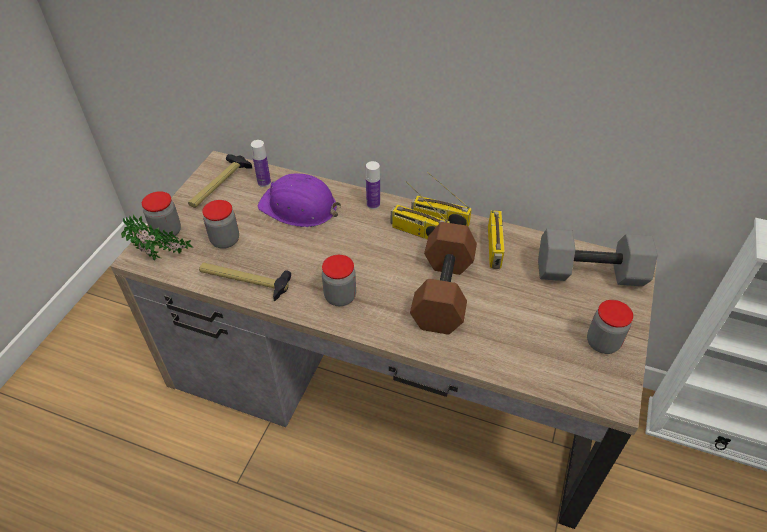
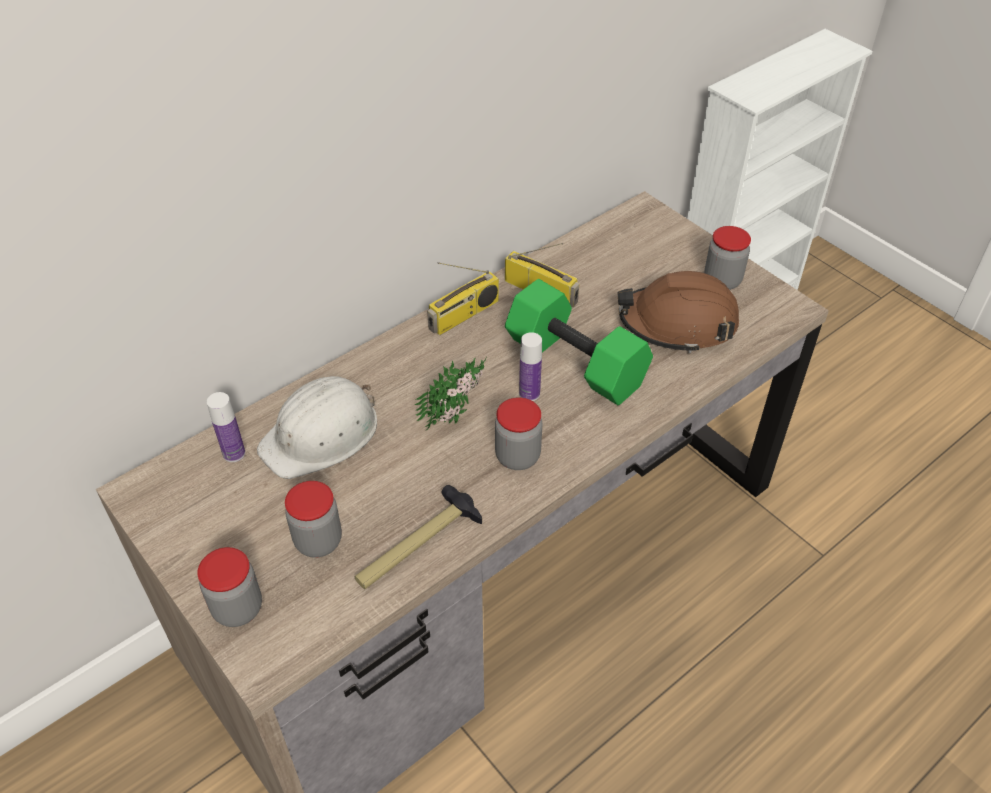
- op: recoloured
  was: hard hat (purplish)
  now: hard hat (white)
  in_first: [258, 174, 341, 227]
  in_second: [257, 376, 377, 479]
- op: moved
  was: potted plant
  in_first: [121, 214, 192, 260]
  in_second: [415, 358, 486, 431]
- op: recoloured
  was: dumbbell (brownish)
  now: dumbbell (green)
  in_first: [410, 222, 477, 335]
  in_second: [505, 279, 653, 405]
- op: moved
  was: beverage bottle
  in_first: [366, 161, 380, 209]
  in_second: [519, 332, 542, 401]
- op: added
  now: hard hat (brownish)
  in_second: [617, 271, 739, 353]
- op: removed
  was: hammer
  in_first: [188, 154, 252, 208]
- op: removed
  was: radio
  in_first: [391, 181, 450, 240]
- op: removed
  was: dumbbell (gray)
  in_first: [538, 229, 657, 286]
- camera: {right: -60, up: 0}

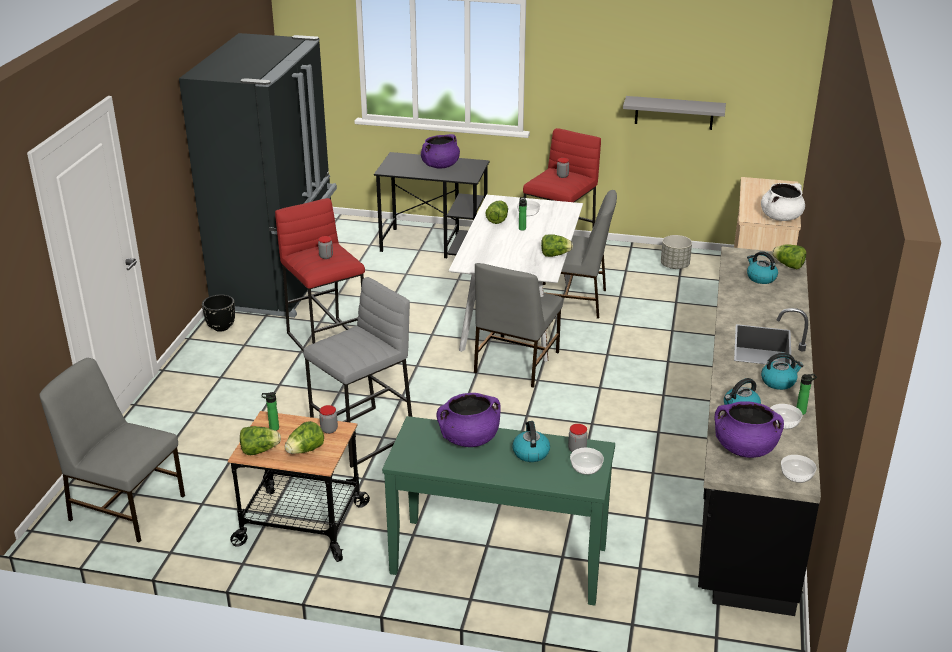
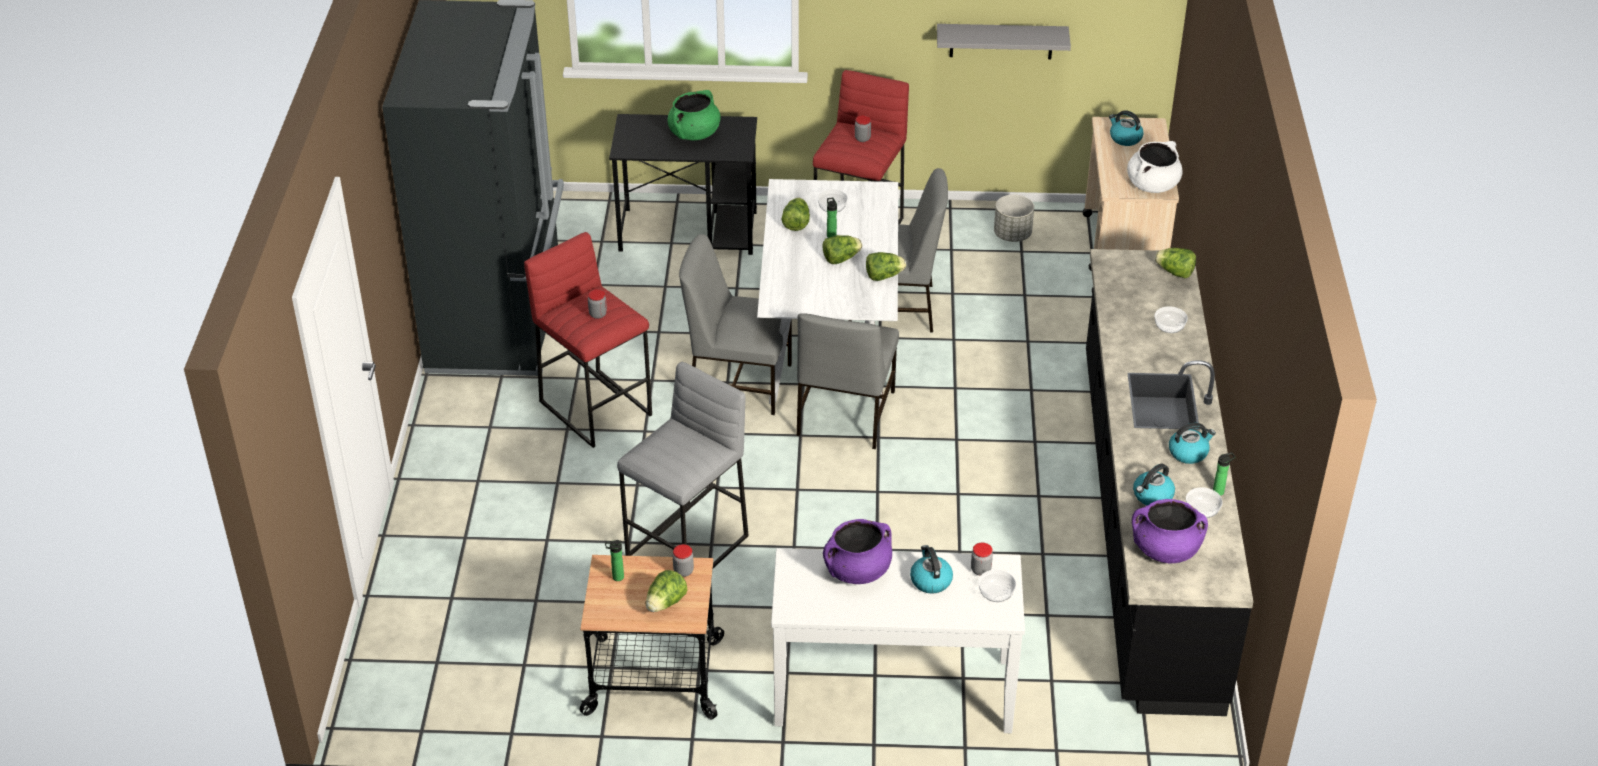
- op: recoloured
  was: saucepot (purplish)
  now: saucepot (green)
  in_first: [421, 134, 460, 168]
  in_second: [667, 90, 721, 140]
- op: moved
  was: chair (gray)
  in_first: [40, 358, 185, 543]
  in_second: [679, 234, 792, 415]
- op: recoloured
  was: console table (green)
  now: console table (white)
  in_first: [382, 416, 615, 606]
  in_second: [771, 548, 1025, 733]
- op: moved
  was: lettuce head
  in_first: [240, 426, 281, 455]
  in_second: [822, 235, 862, 264]
- op: moved
  was: water kettle
  in_first: [747, 251, 778, 284]
  in_second: [1109, 110, 1144, 146]
- op: moved
  was: serving bowl
  in_first: [781, 455, 817, 483]
  in_second: [1154, 306, 1188, 333]
- op: removed
  was: plant pot (black-coloured)
  in_first: [202, 294, 235, 332]
- camera: {right: -10, up: 10}

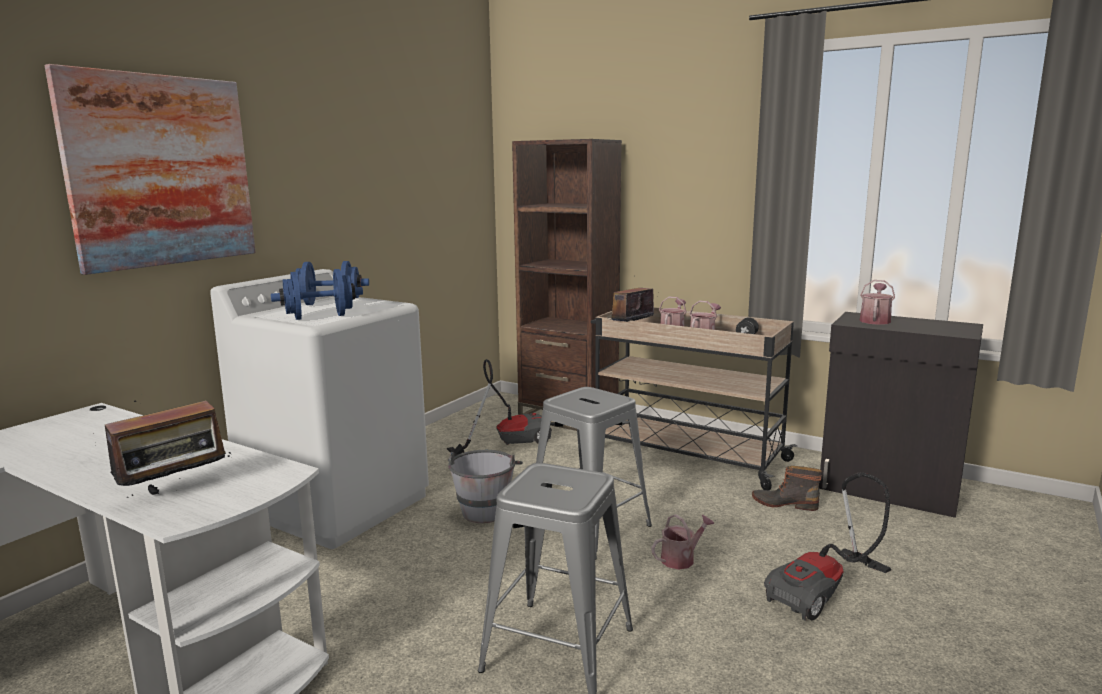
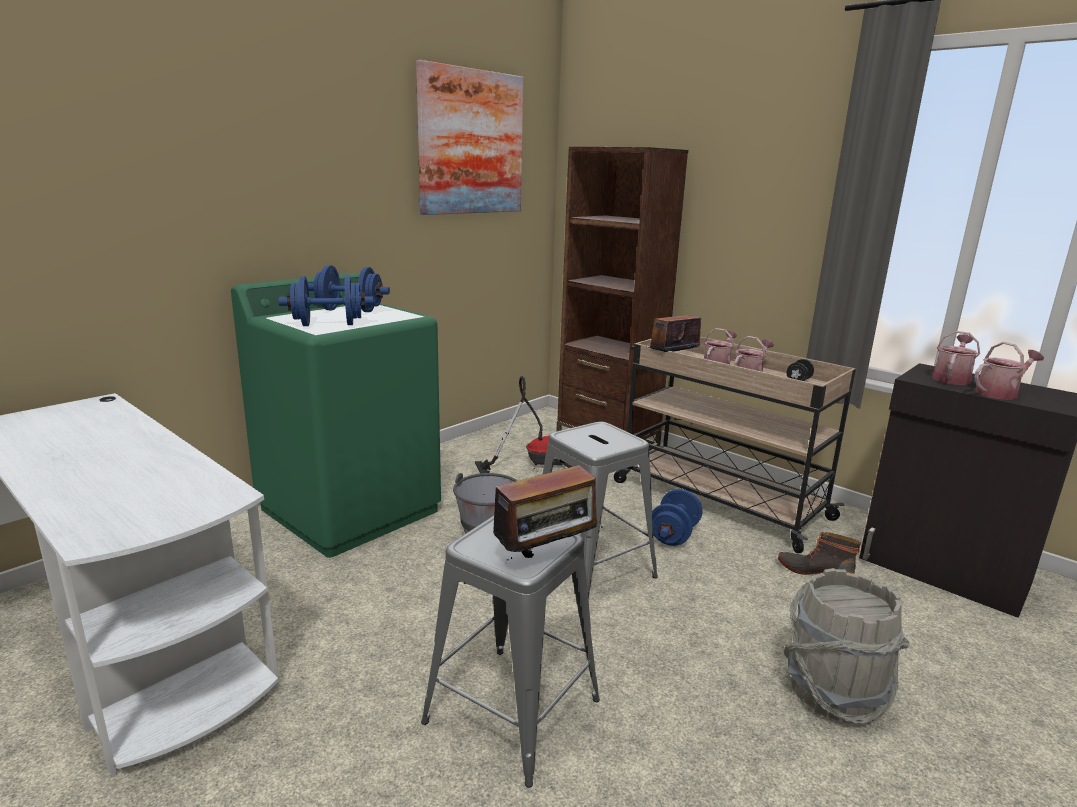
- op: recoloured
  was: laundry machine (white)
  now: laundry machine (green)
  in_first: [210, 269, 429, 549]
  in_second: [231, 273, 441, 558]
- op: moved
  was: picture
  in_first: [44, 64, 256, 275]
  in_second: [416, 60, 523, 215]
- op: moved
  was: radio
  in_first: [93, 394, 231, 501]
  in_second: [493, 458, 603, 560]
- op: added
  now: dumbbell (blue)
  in_second: [652, 489, 702, 546]
- op: replaced
  was: vacuum cleaner
  now: water bucket (gray)
  in_first: [764, 472, 891, 621]
  in_second: [784, 568, 909, 723]
- op: moved
  was: watering pot
  in_first: [651, 514, 715, 570]
  in_second: [974, 342, 1044, 400]
- camera: {right: 10, up: 5}

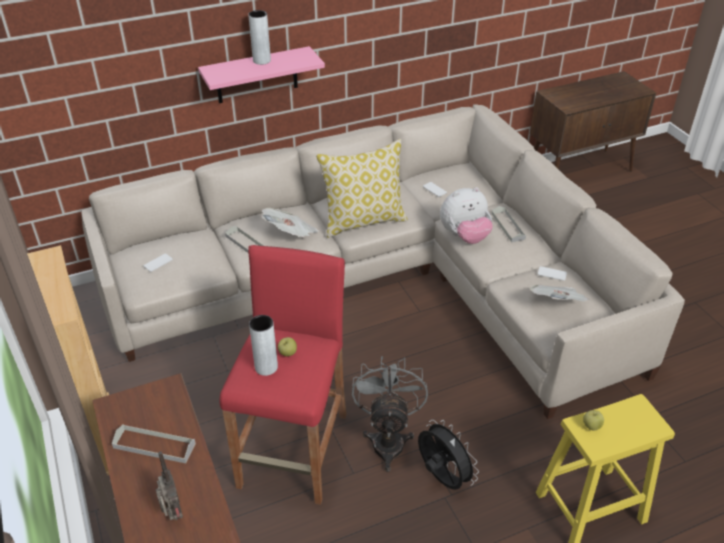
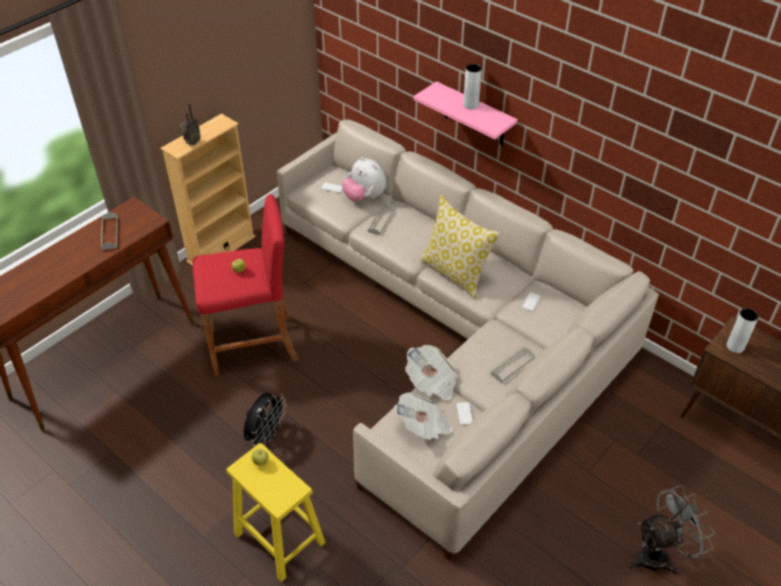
- op: moved
  was: radio
  in_first: [156, 451, 183, 520]
  in_second: [180, 103, 201, 145]
- op: moved
  was: cuddly toy
  in_first: [440, 187, 493, 244]
  in_second: [342, 157, 386, 202]
- op: moved
  was: printed paper
  in_first: [261, 208, 319, 238]
  in_second: [405, 345, 458, 401]
- op: moved
  was: electric fan (gray)
  in_first: [352, 356, 428, 472]
  in_second: [629, 485, 715, 574]
- op: moved
  was: vase (gray)
  in_first: [249, 315, 278, 376]
  in_second: [727, 308, 759, 353]
- camera: {right: 65, up: 5}

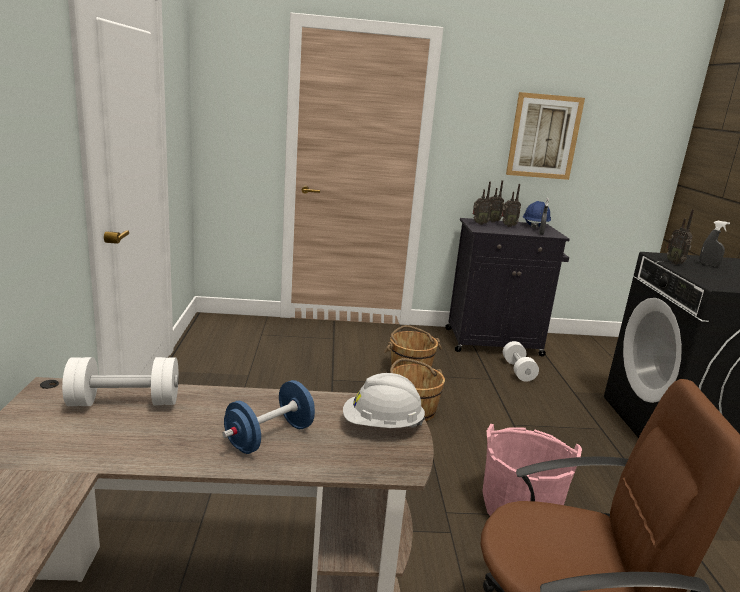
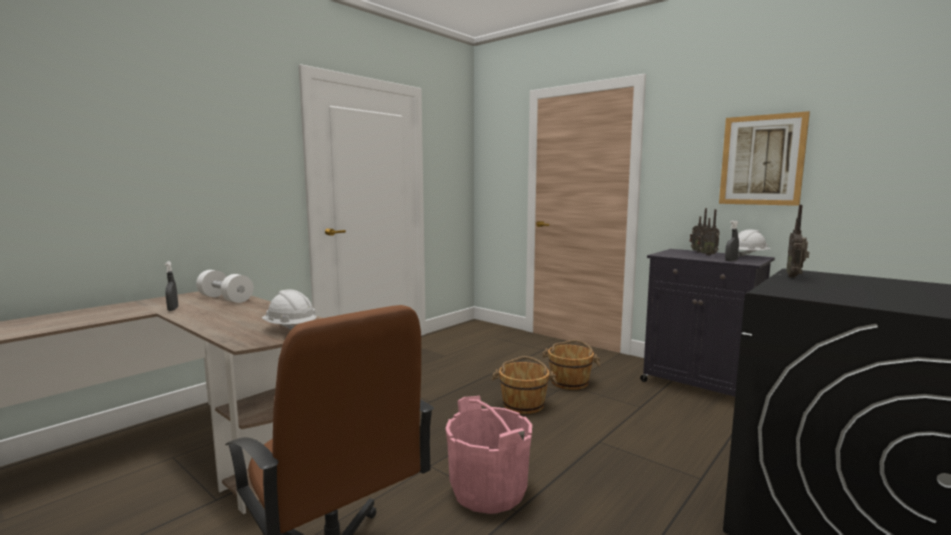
- op: moved
  was: spray bottle (gray)
  in_first: [699, 221, 730, 267]
  in_second: [165, 261, 178, 311]
- op: recoloured
  was: hard hat (blue)
  now: hard hat (white)
  in_first: [523, 201, 551, 228]
  in_second: [738, 229, 770, 257]
- op: removed
  was: dumbbell (blue)
  in_first: [222, 380, 315, 454]
- op: removed
  was: radio
  in_first: [473, 181, 492, 225]
- op: removed
  was: dumbbell (white)
  in_first: [503, 341, 539, 382]
- camera: {right: 45, up: -10}

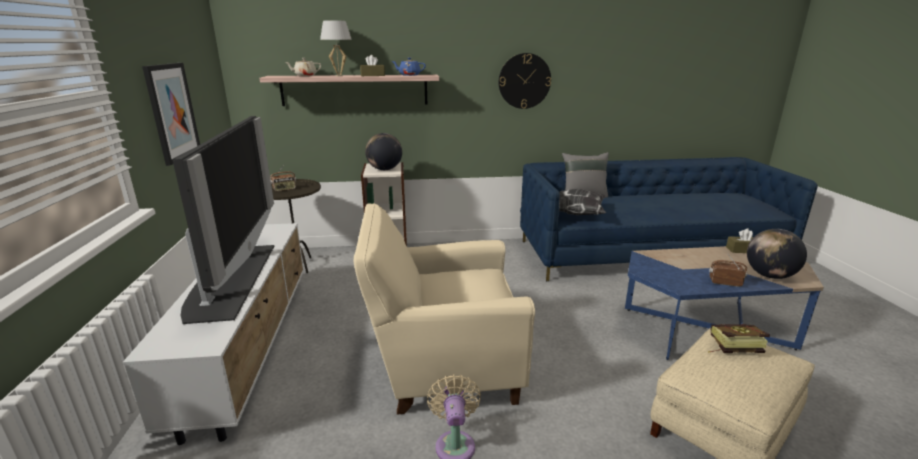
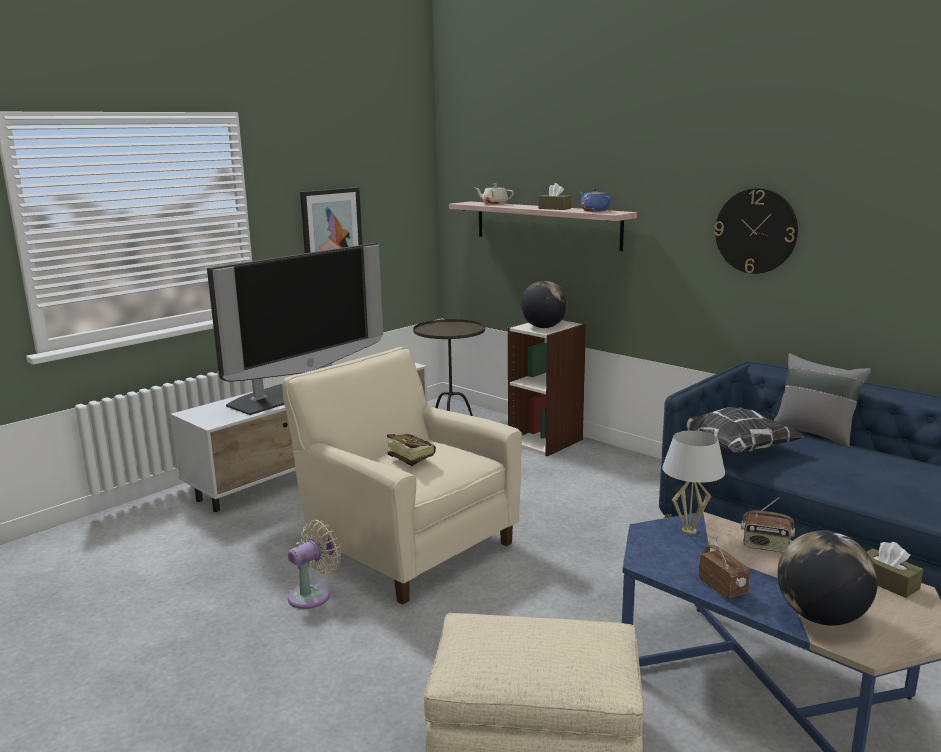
- op: moved
  was: volume
  in_first: [708, 324, 770, 353]
  in_second: [387, 434, 436, 466]
- op: moved
  was: tabletop lamp (white)
  in_first: [320, 20, 352, 76]
  in_second: [662, 430, 725, 535]
- op: moved
  was: radio
  in_first: [270, 165, 296, 191]
  in_second: [741, 498, 795, 552]
- camera: {right: 50, up: -5}

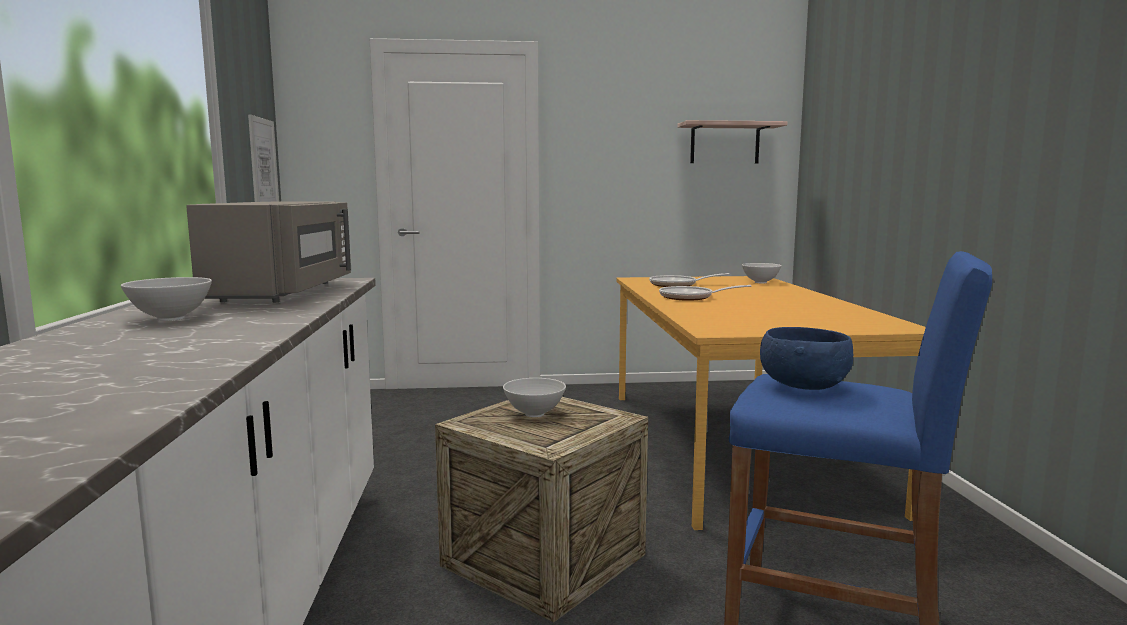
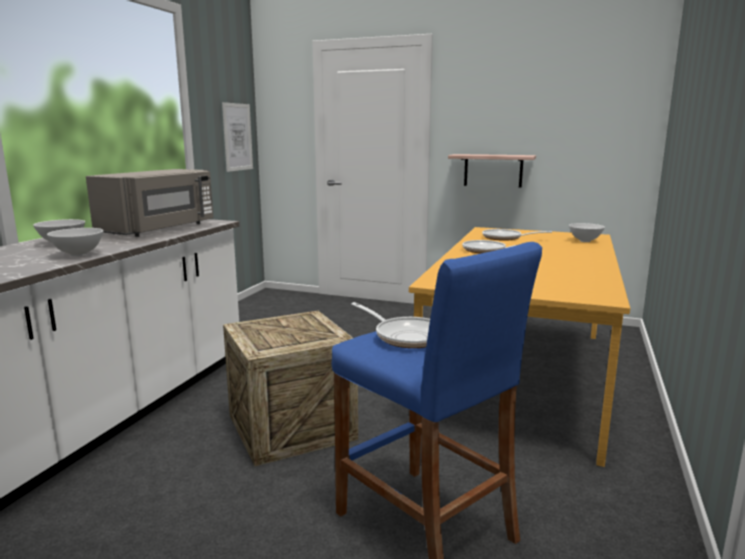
- op: moved
  was: serving bowl (white)
  in_first: [503, 378, 566, 417]
  in_second: [47, 228, 103, 257]
- op: replaced
  was: serving bowl (blue)
  now: frying pan
  in_first: [760, 327, 853, 390]
  in_second: [351, 302, 430, 348]
- op: moved
  was: shelf
  in_first: [677, 120, 788, 163]
  in_second: [448, 154, 536, 188]
- camera: {right: 25, up: 5}

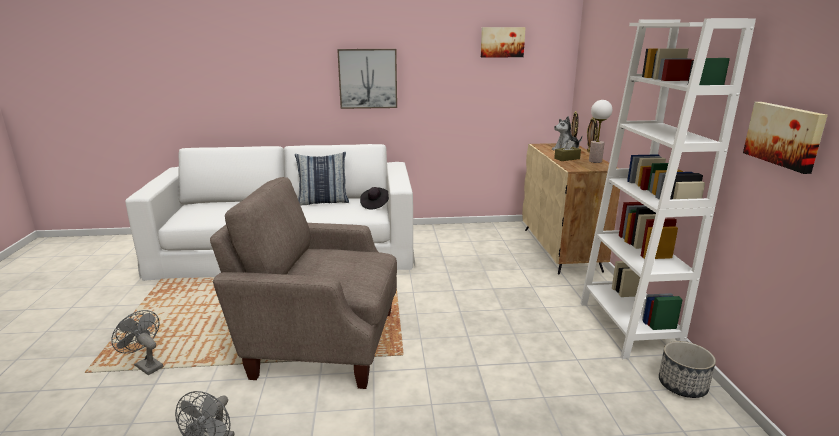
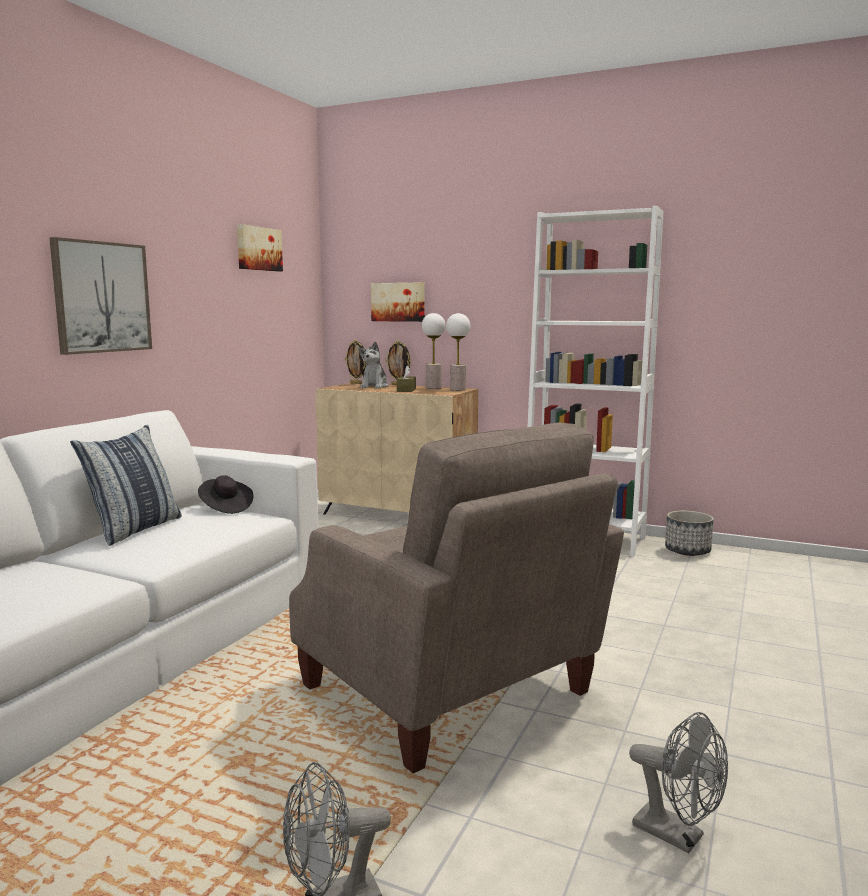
- op: turned
  was: easy chair (beige)
  in_first: [210, 177, 397, 389]
  in_second: [289, 423, 624, 773]
  clockwise: -75
- op: moved
  was: picture
  in_first: [743, 102, 828, 174]
  in_second: [371, 282, 425, 322]
- op: added
  now: tabletop lamp
  in_second: [446, 313, 470, 391]
- camera: {right: -60, up: -10}

